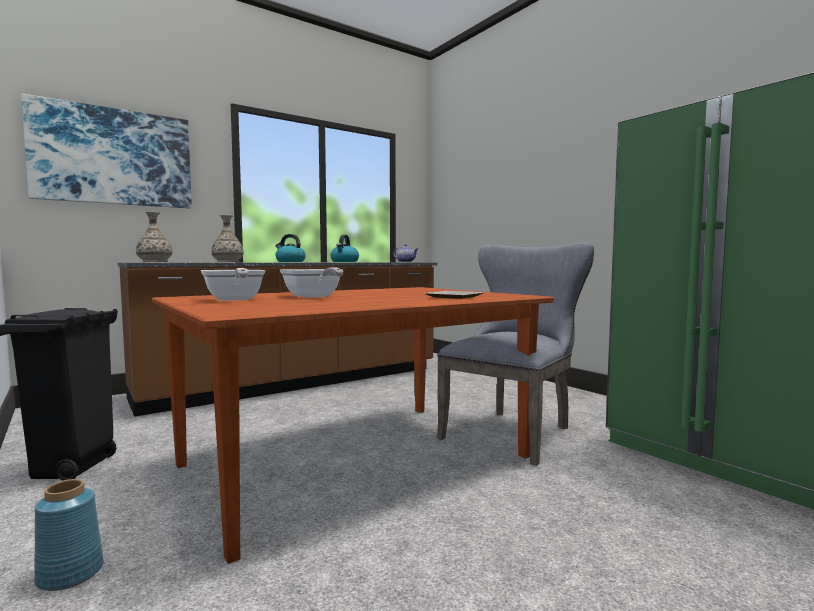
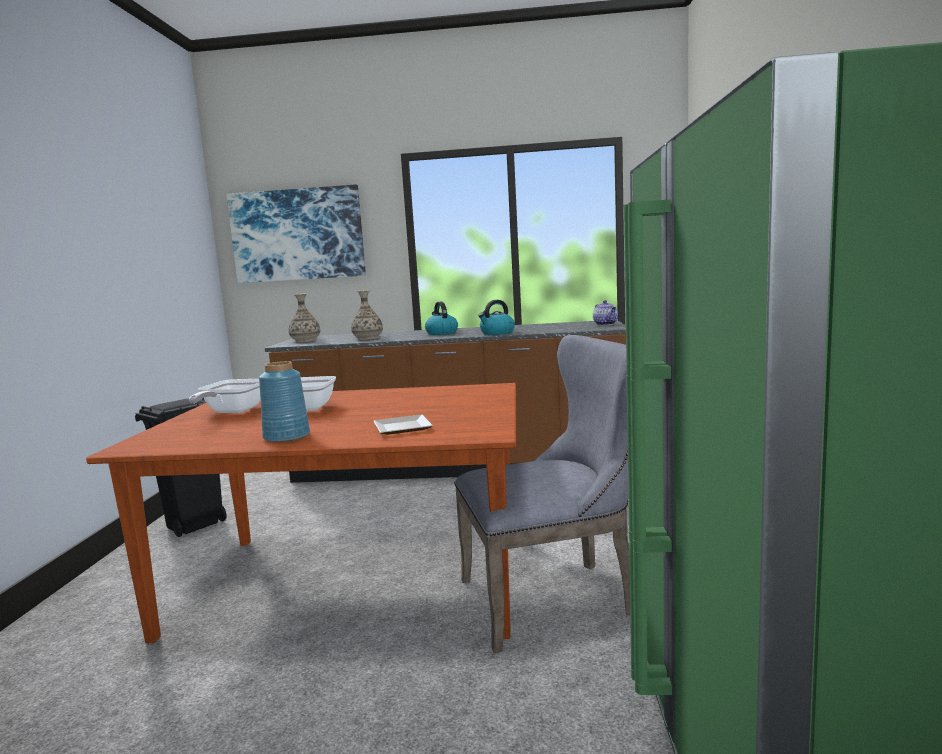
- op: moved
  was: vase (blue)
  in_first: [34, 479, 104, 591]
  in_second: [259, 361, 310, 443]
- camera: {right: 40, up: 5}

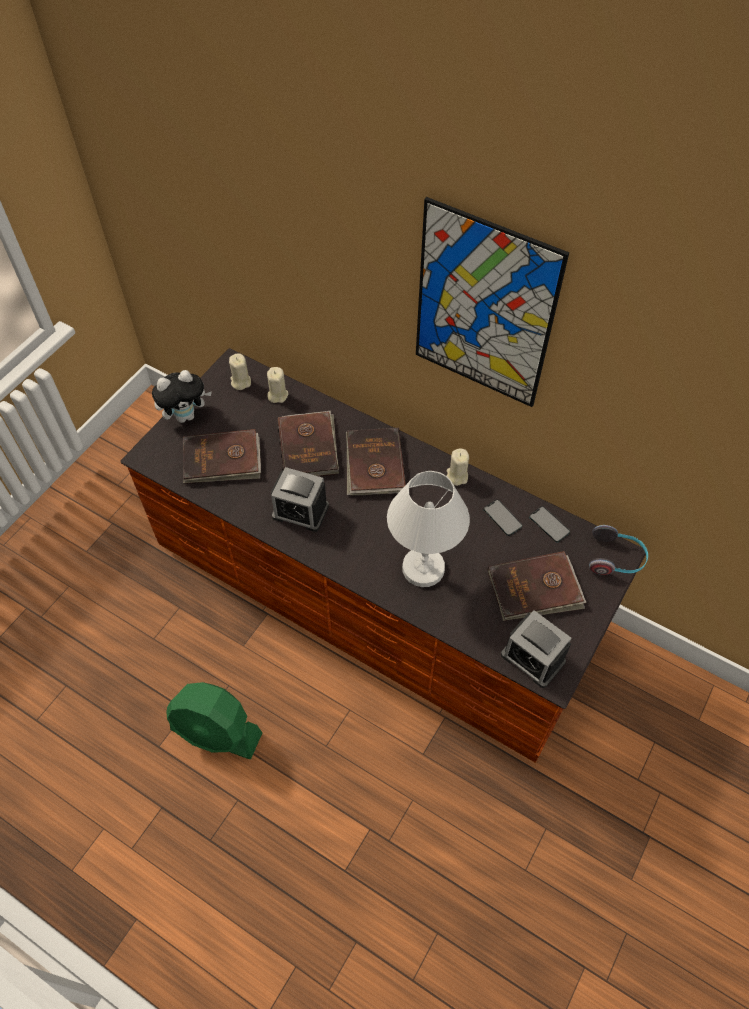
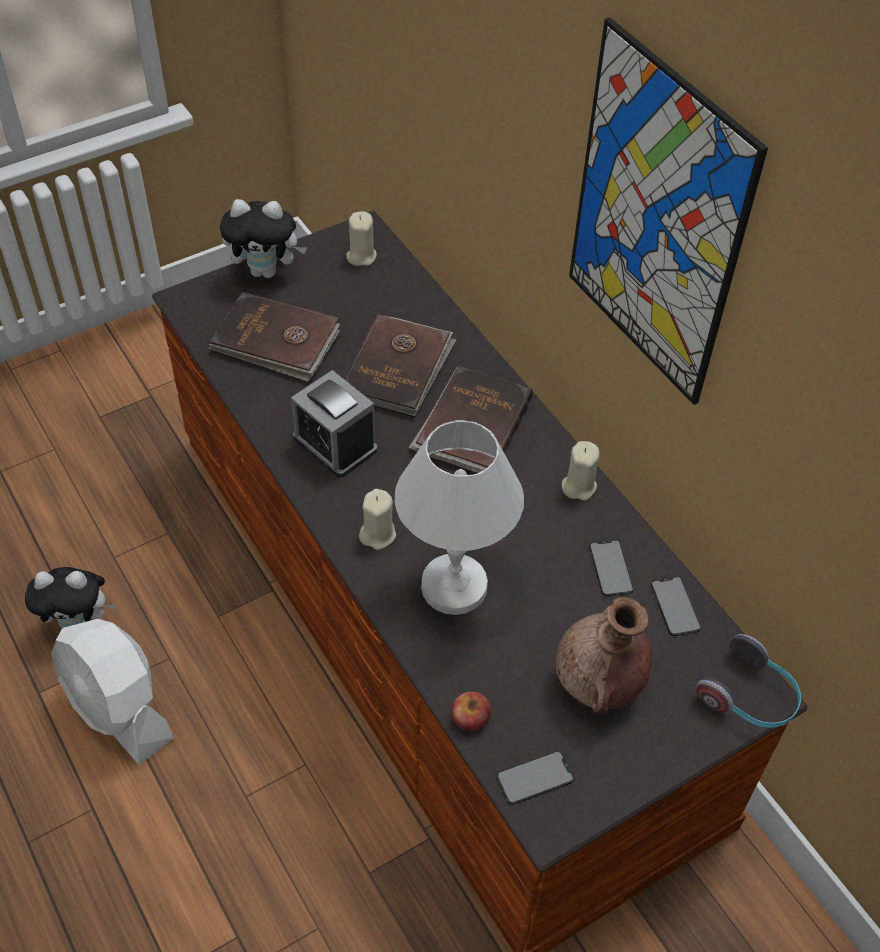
- op: added
  now: cuddly toy
  in_second: [25, 567, 115, 628]
- op: recoloured
  was: electric fan (green)
  now: electric fan (white)
  in_first: [166, 682, 262, 759]
  in_second: [51, 619, 174, 764]
- op: moved
  was: wax candle (beige)
  in_first: [267, 367, 288, 403]
  in_second: [359, 489, 396, 550]
- op: added
  now: apple
  in_second: [451, 692, 491, 731]
- op: replaced
  was: table clock
  now: phone
  in_first: [501, 610, 571, 688]
  in_second: [497, 751, 574, 805]
- op: replaced
  was: volume (brownish)
  now: vase (brownish)
  in_first: [487, 551, 587, 621]
  in_second: [556, 597, 652, 713]
- camera: {right: 25, up: -5}

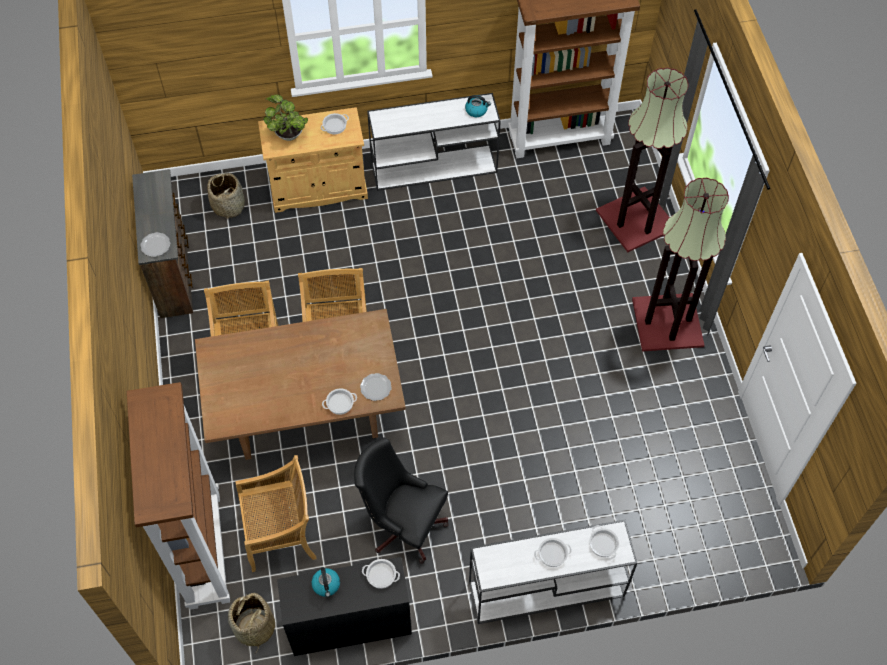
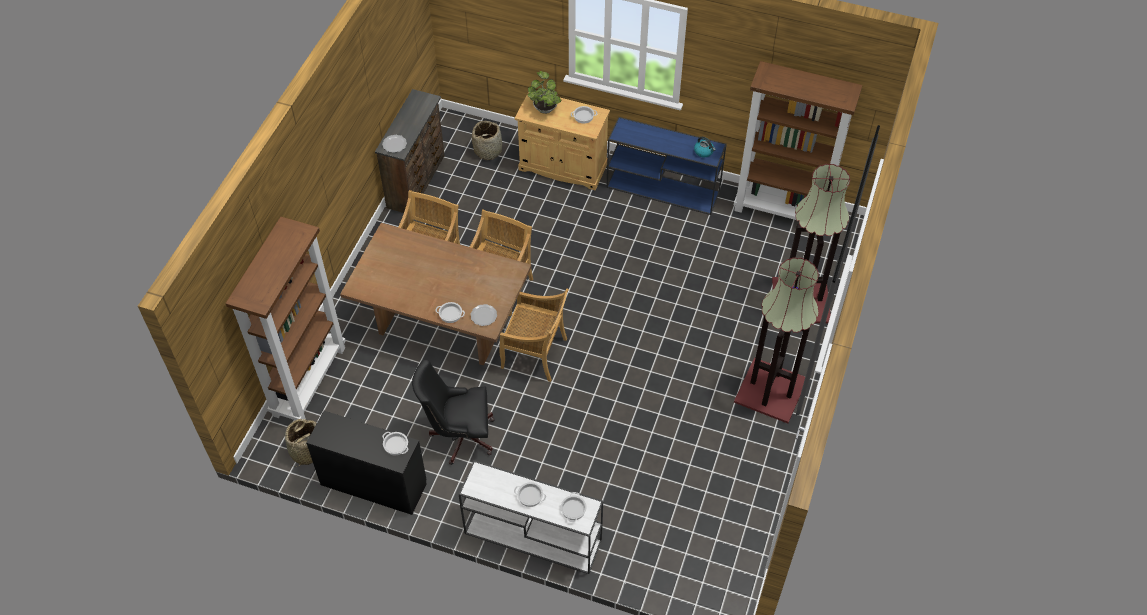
- op: turned
  was: computer chair (black-coloured)
  in_first: [354, 438, 449, 564]
  in_second: [412, 360, 495, 465]
  clockwise: -60
- op: moved
  was: chair (beige)
  in_first: [235, 455, 317, 572]
  in_second: [499, 288, 569, 382]
- op: recoloured
  was: console table (white)
  now: console table (blue)
  in_first: [367, 93, 501, 191]
  in_second: [607, 117, 727, 215]
- op: removed
  was: water kettle
  in_first: [312, 567, 340, 597]
- camera: {right: 30, up: -5}

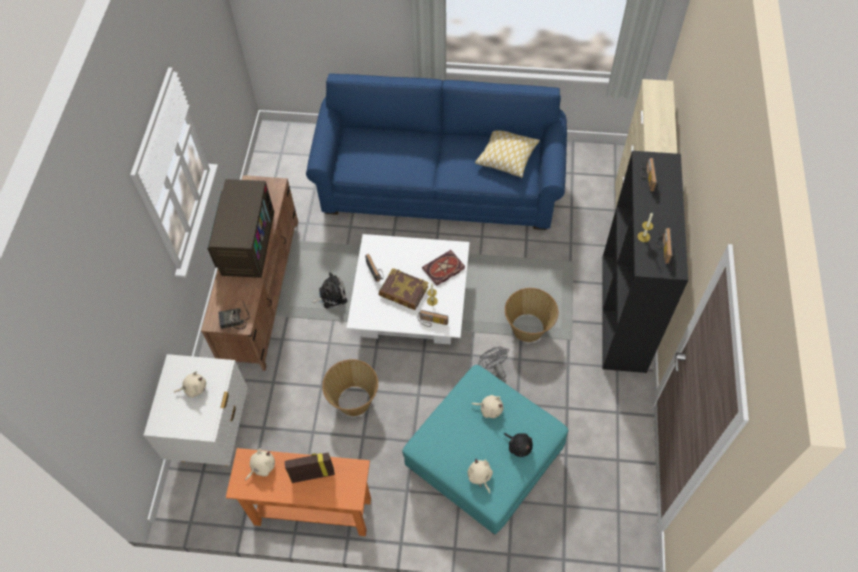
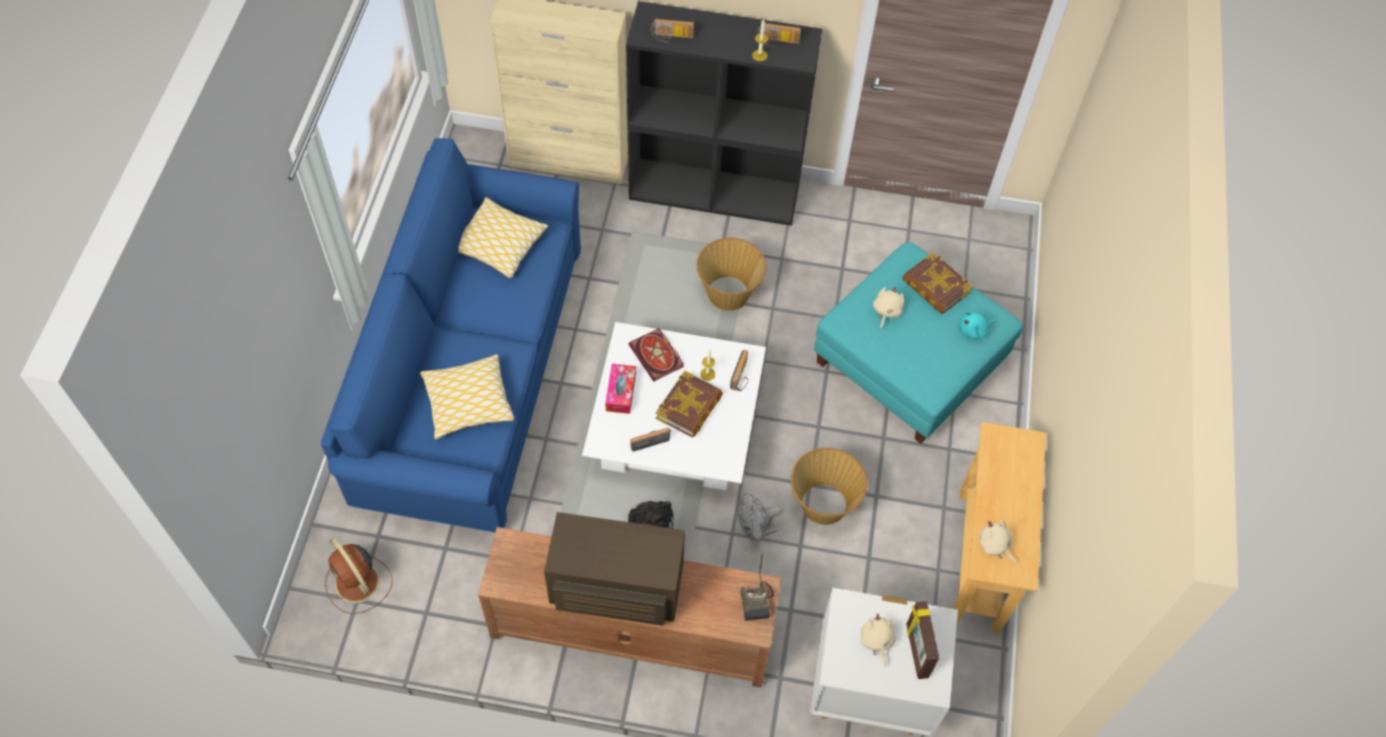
- op: added
  now: electric fan (brownish)
  in_second: [325, 537, 393, 614]
- op: added
  now: pillow
  in_second: [420, 354, 514, 439]
- op: added
  now: tissue holder
  in_second: [605, 364, 636, 414]
- op: moved
  was: electric fan (gray)
  in_first: [478, 347, 509, 382]
  in_second: [737, 493, 783, 542]
- op: replaced
  was: cuddly toy (black-coloured)
  now: volume
  in_first: [504, 433, 533, 457]
  in_second: [902, 252, 973, 314]
- op: moved
  was: standing frame
  in_first: [284, 453, 335, 483]
  in_second: [906, 601, 939, 679]
- op: recoloured
  was: console table (orangey)
  now: console table (beige)
  in_first: [226, 448, 371, 536]
  in_second: [952, 422, 1046, 633]
- op: recoloured
  was: cuddly toy (beige)
  now: cuddly toy (turquoise-coloured)
  in_first: [467, 459, 493, 494]
  in_second: [959, 311, 996, 339]
- camera: {right: -90, up: 0}

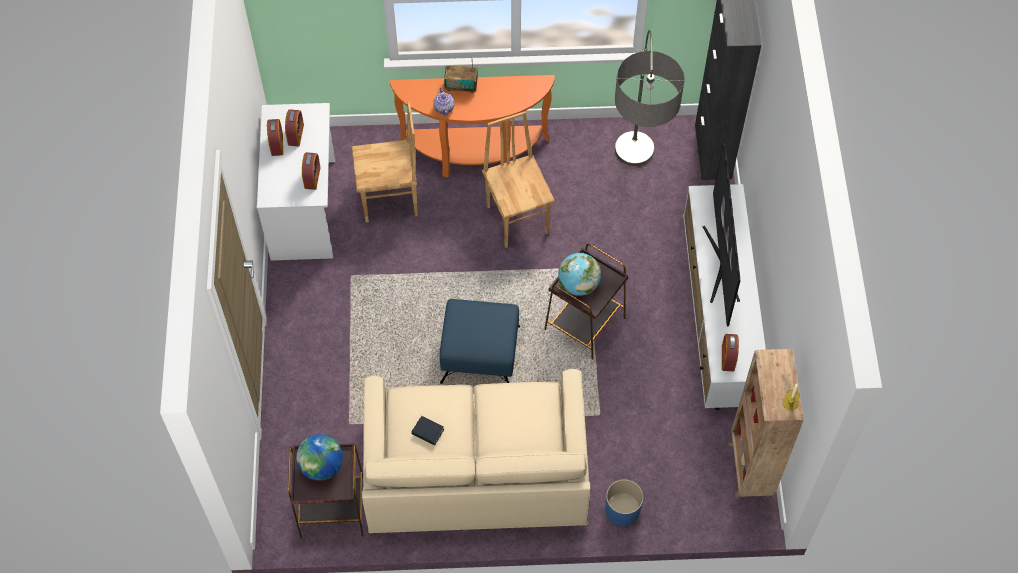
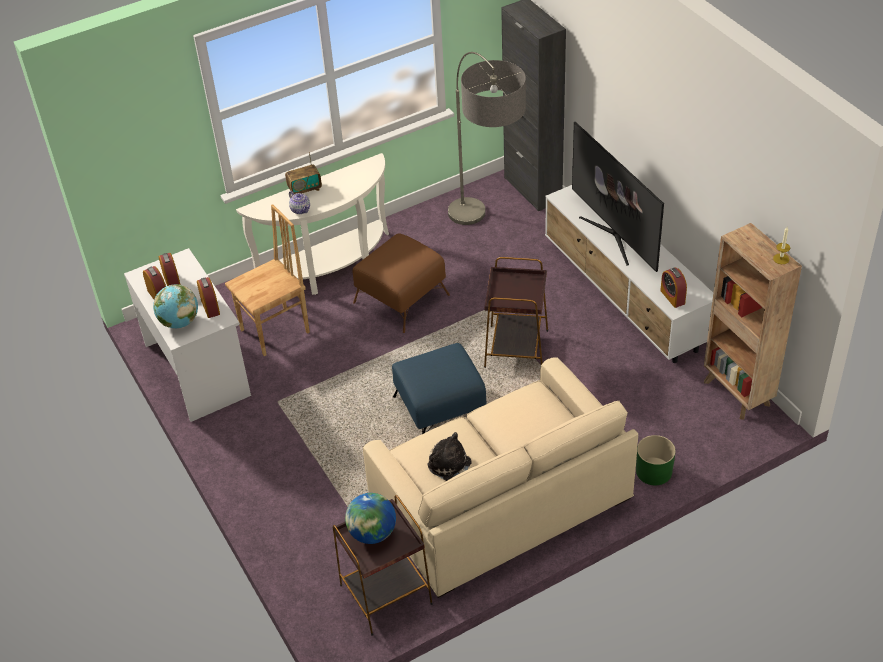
- op: moved
  was: desk globe
  in_first: [558, 253, 601, 296]
  in_second: [153, 284, 198, 328]
- op: recoloured
  was: console table (orangey)
  now: console table (white)
  in_first: [390, 75, 555, 177]
  in_second: [236, 153, 389, 295]
- op: replaced
  was: chair (brownish)
  now: ottoman (brownish)
  in_first: [482, 111, 555, 248]
  in_second: [352, 233, 450, 333]
- op: replaced
  was: volume
  now: cuddly toy
  in_first: [411, 416, 444, 445]
  in_second: [427, 432, 472, 481]
- op: recoloured
  was: plant pot (blue)
  now: plant pot (green)
  in_first: [605, 479, 643, 526]
  in_second: [636, 435, 676, 485]
- camera: {right: -25, up: -15}

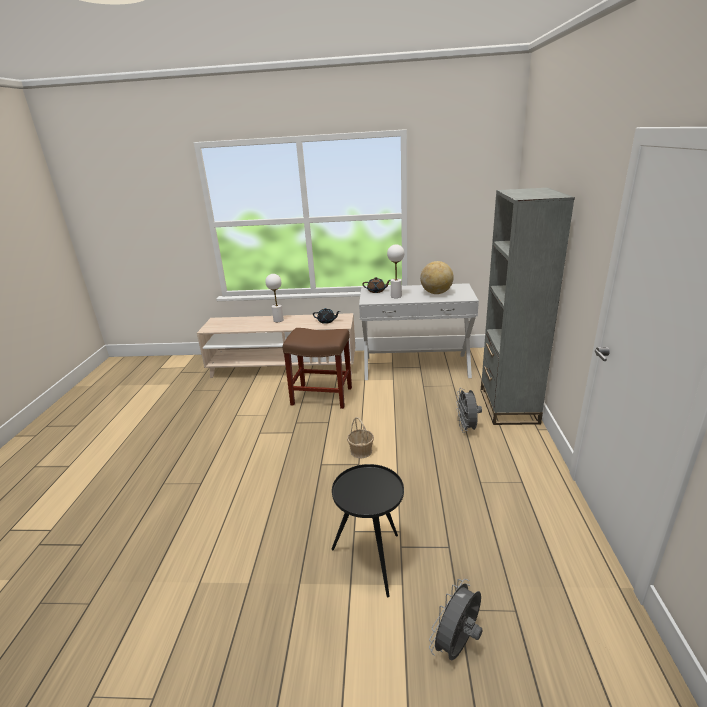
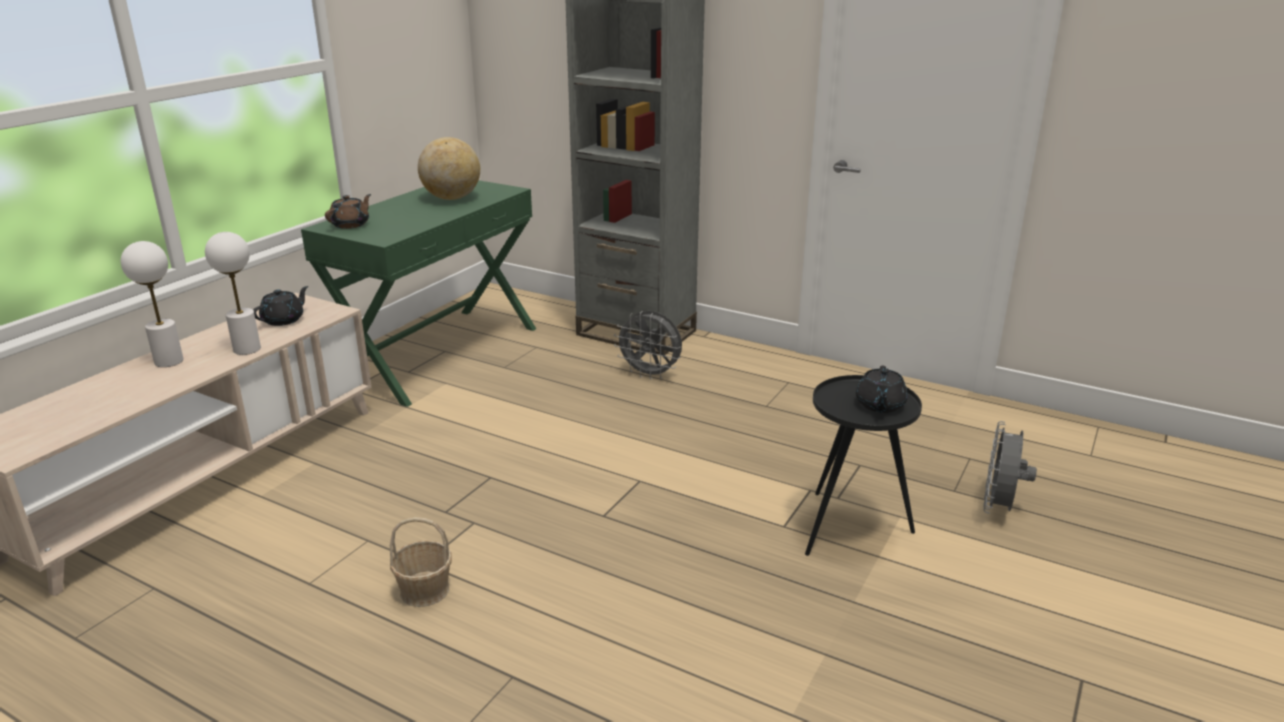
- op: moved
  was: tabletop lamp (white)
  in_first: [387, 244, 404, 298]
  in_second: [205, 232, 261, 355]
- op: recoloured
  was: console table (white)
  now: console table (green)
  in_first: [359, 283, 479, 380]
  in_second: [301, 180, 536, 407]
- op: moved
  was: household basket
  in_first: [347, 417, 374, 458]
  in_second: [390, 517, 452, 607]
- op: added
  now: teapot (black-coloured)
  in_second: [856, 365, 908, 413]
- op: turned
  was: electric fan (gray)
  in_first: [429, 579, 483, 661]
  in_second: [983, 421, 1037, 514]
  clockwise: 45
- op: removed
  was: stool seat (brownish)
  in_first: [283, 328, 352, 409]
- camera: {right: -65, up: 0}

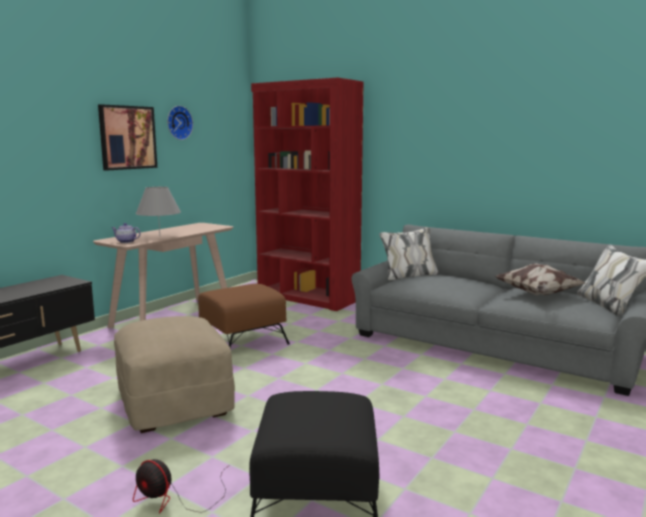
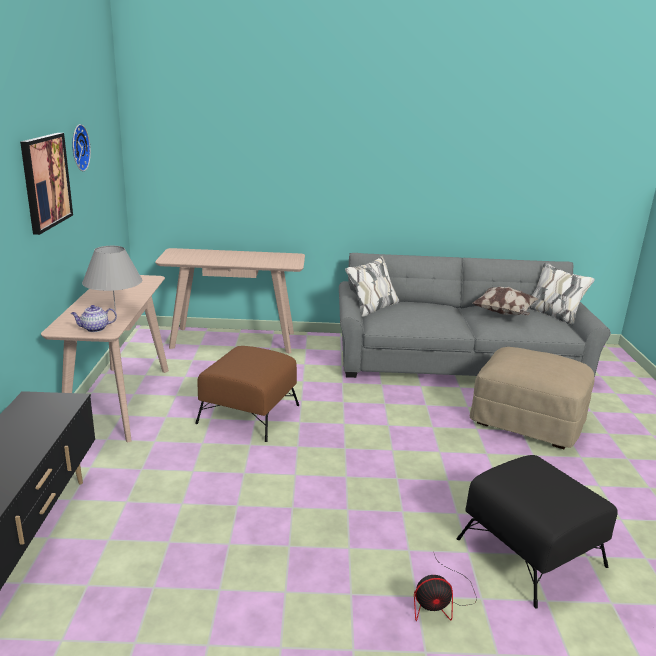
- op: replaced
  was: bookshelf (red)
  now: console table (beige)
  in_first: [251, 77, 364, 311]
  in_second: [155, 248, 305, 354]
- op: moved
  was: ottoman (beige)
  in_first: [114, 316, 235, 433]
  in_second: [470, 347, 595, 449]
- camera: {right: -35, up: 10}

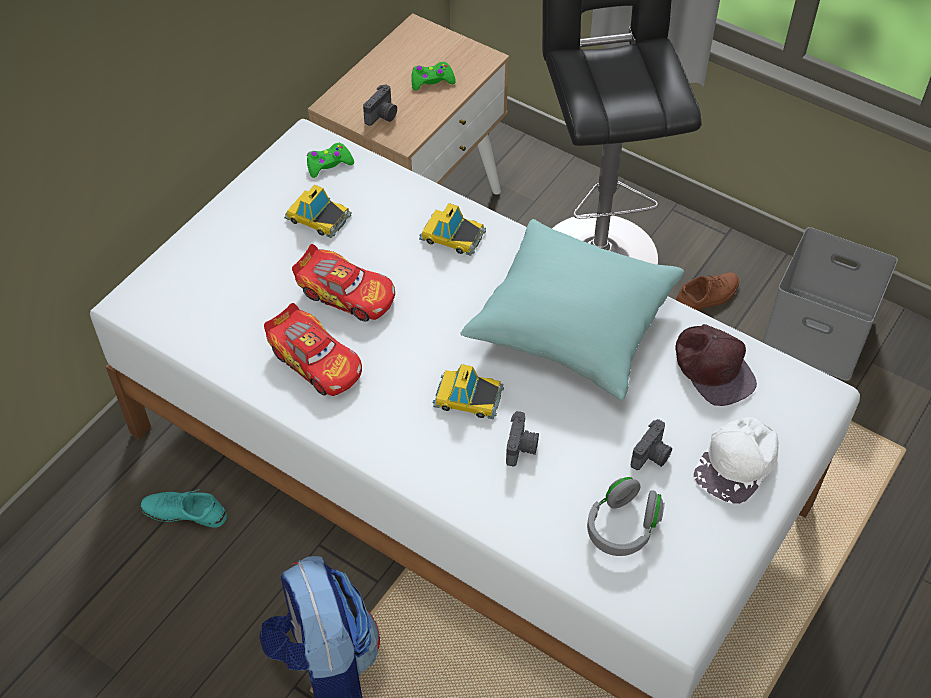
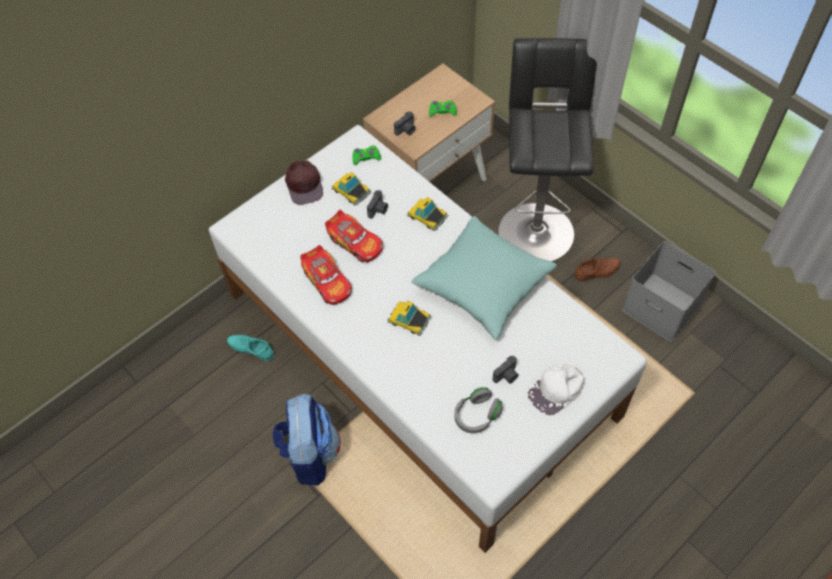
- op: moved
  was: baseball cap (brownish)
  in_first: [675, 324, 757, 406]
  in_second: [285, 160, 323, 204]
- op: moved
  was: photo camera
  in_first: [506, 411, 539, 466]
  in_second: [367, 190, 388, 219]
- camera: {right: 15, up: 5}

